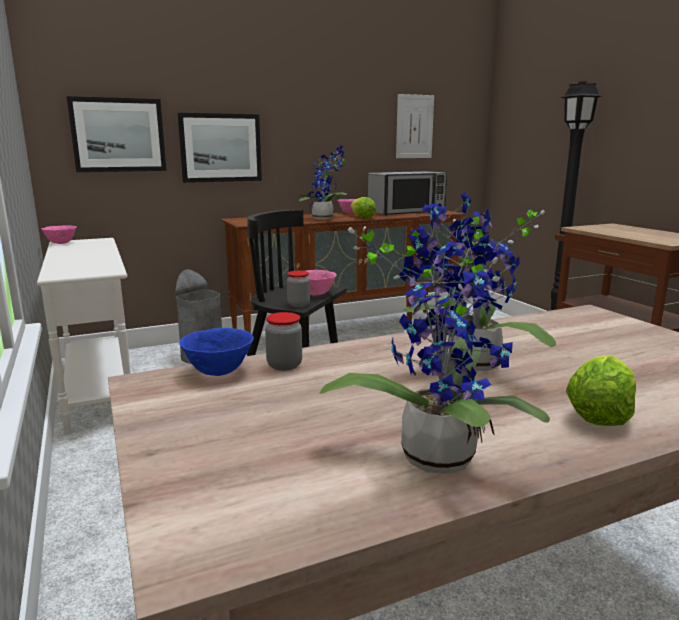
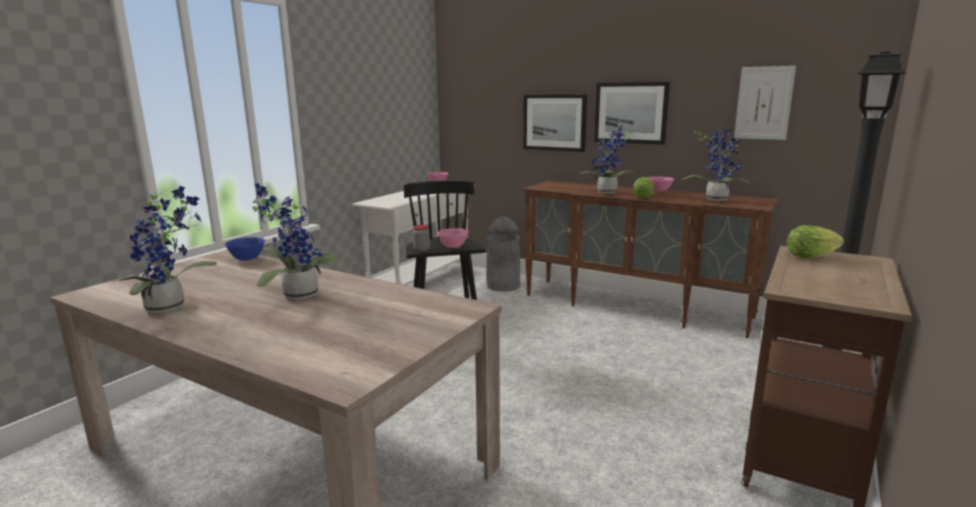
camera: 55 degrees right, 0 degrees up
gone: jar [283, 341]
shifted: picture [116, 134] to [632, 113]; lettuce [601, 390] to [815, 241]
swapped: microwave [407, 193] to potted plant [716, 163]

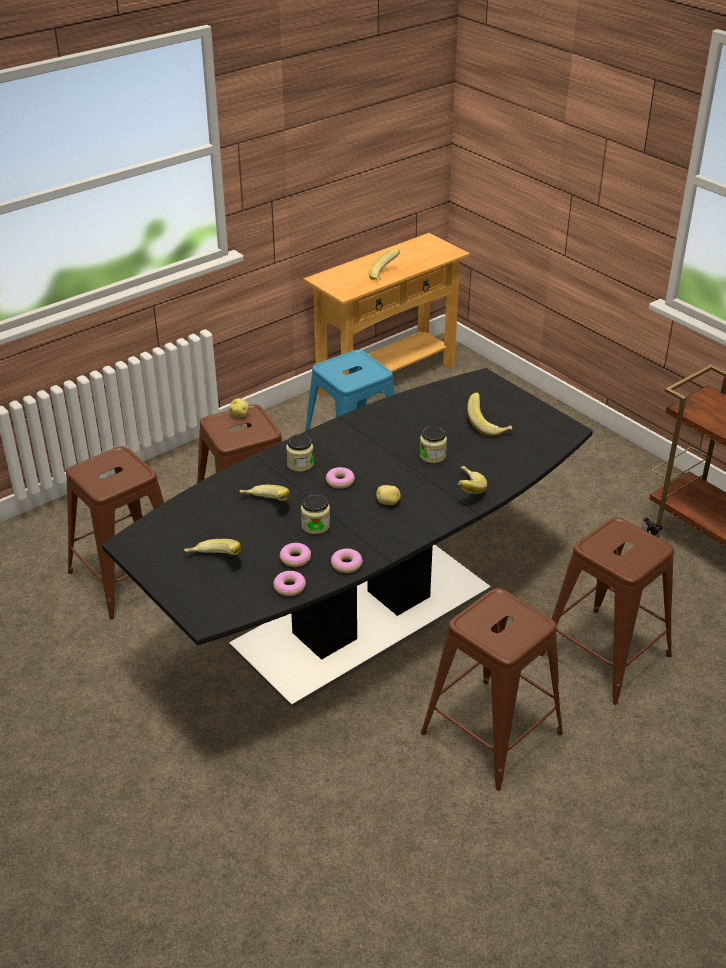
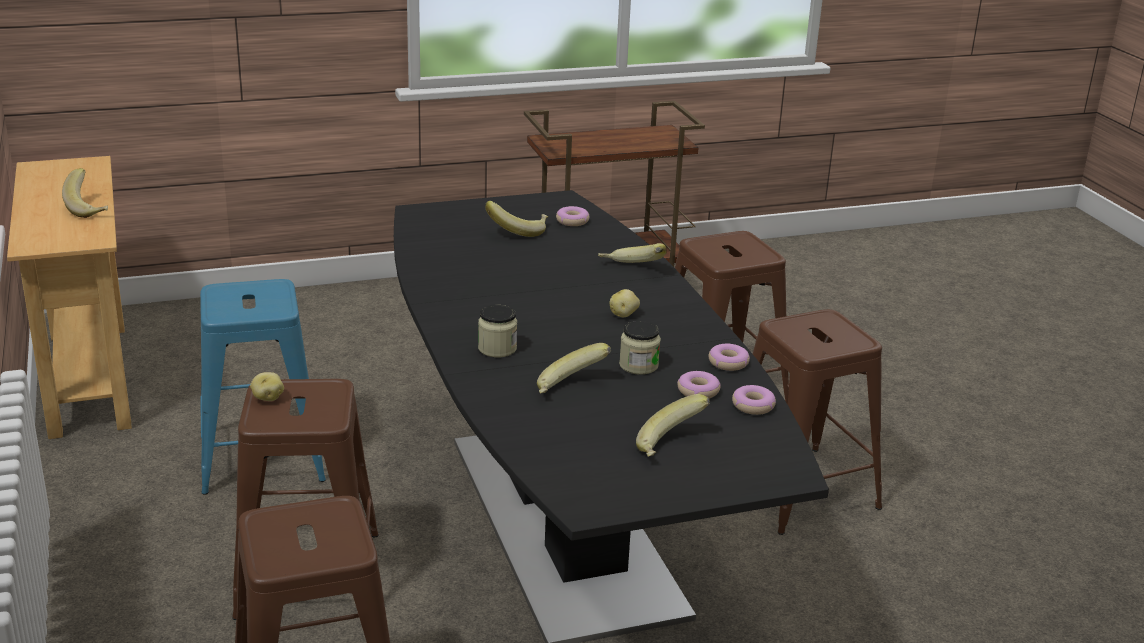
camera: 70 degrees left, 10 degrees down
gone: jar [433, 444]
shifted: donut [340, 478] to [572, 216]

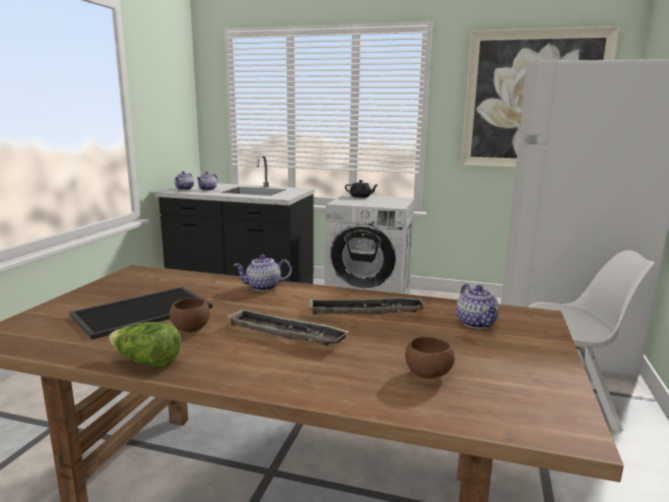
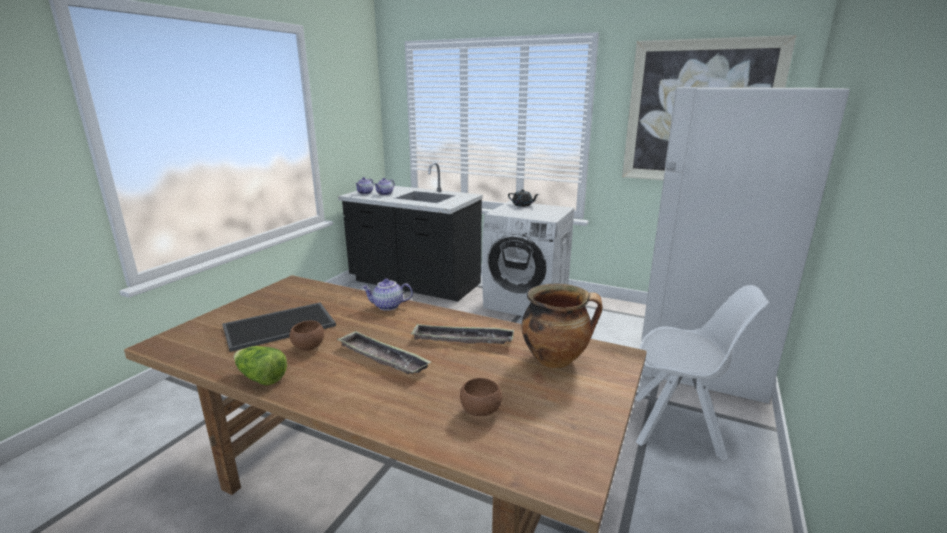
camera: 10 degrees right, 5 degrees up
swapped: teapot [477, 306] to cooking pot [562, 326]

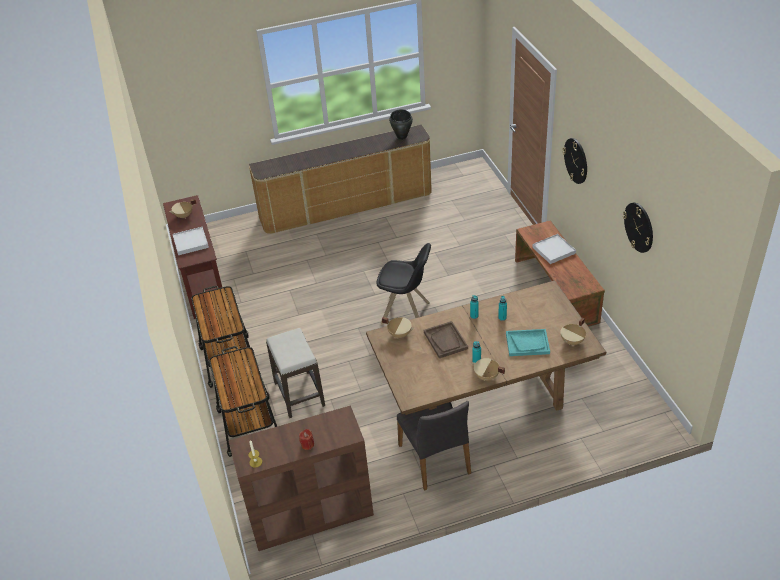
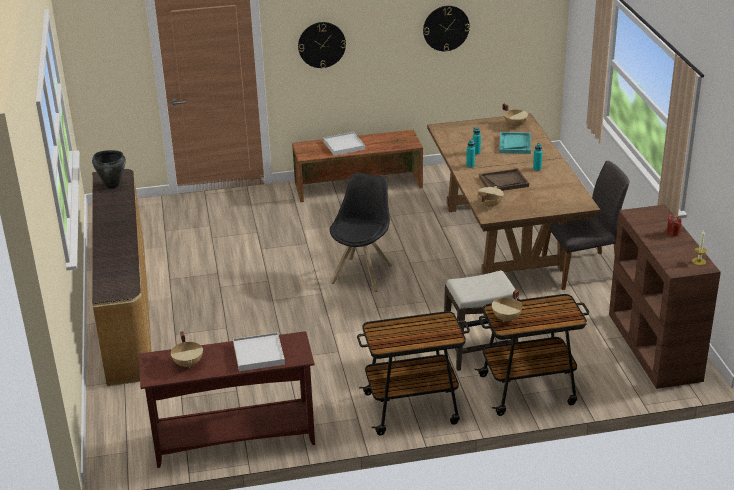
camera: 85 degrees left, 10 degrees down
shifted: cooking pot/beige [488, 369] to [507, 305]

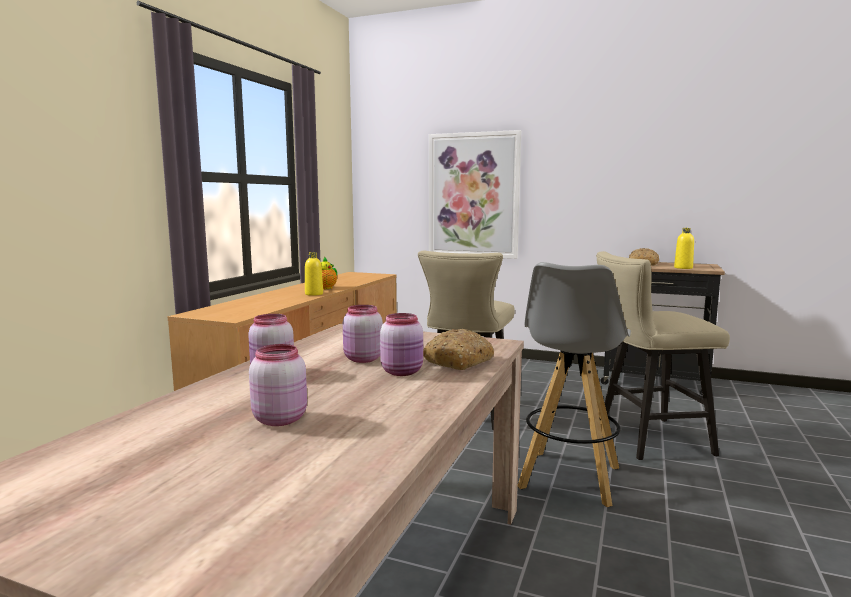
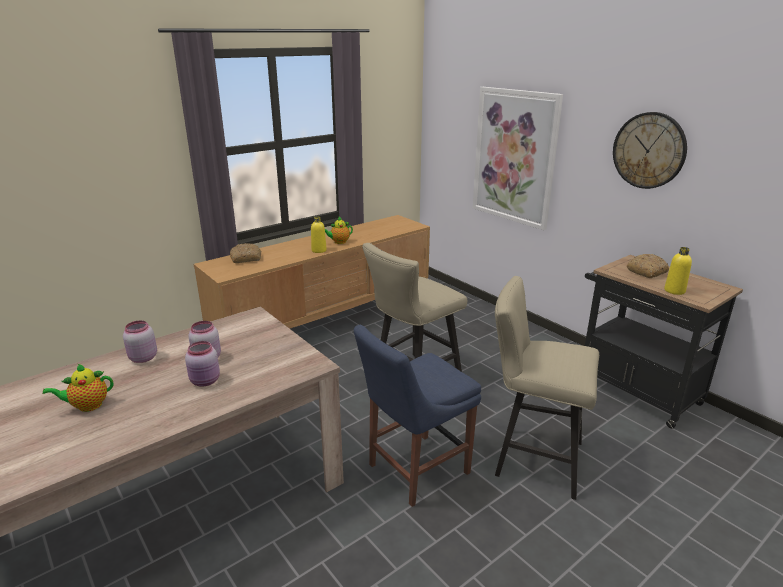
camera: 30 degrees right, 15 degrees up
new: wall clock [650, 150]
shifted: bread [458, 349] to [246, 253]
swapped: jar/pink [278, 385] to teapot [78, 388]; stool/grey [574, 384] to chair/blue [417, 416]

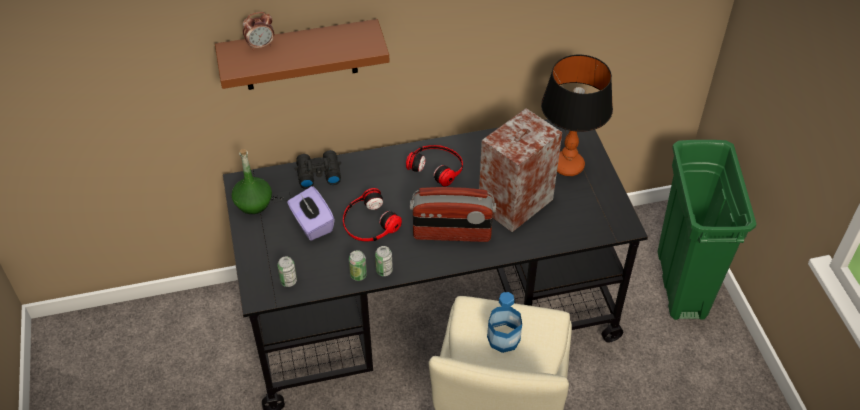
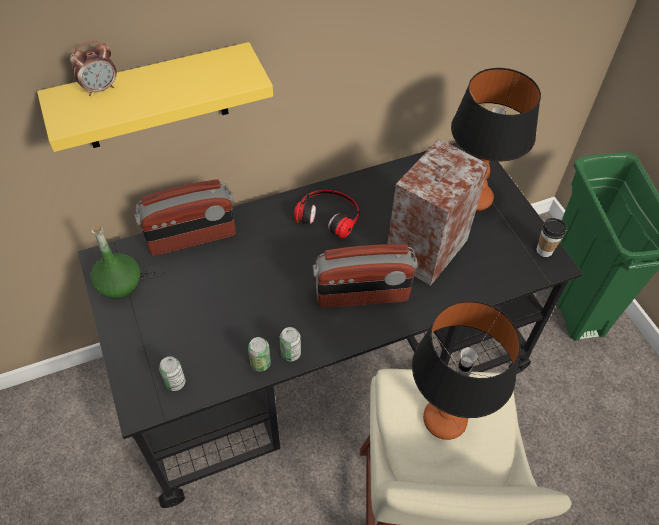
camera: 10 degrees left, 5 degrees up
gone: tissue box/purple [311, 213]; headphones [372, 214]
new: cup [552, 237]
swapped: binoculars/black [317, 169] to radio [185, 217]; bottle [504, 322] to table lamp [466, 370]
repainted: shelf/brown [302, 54] to shelf/yellow [155, 97]

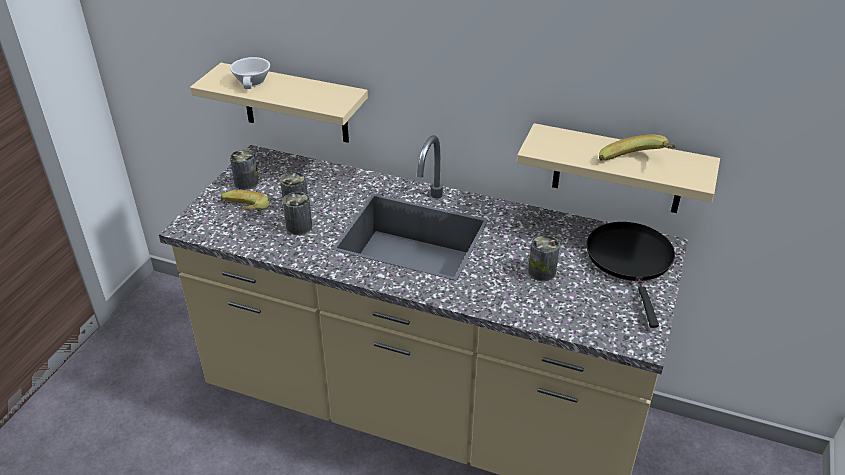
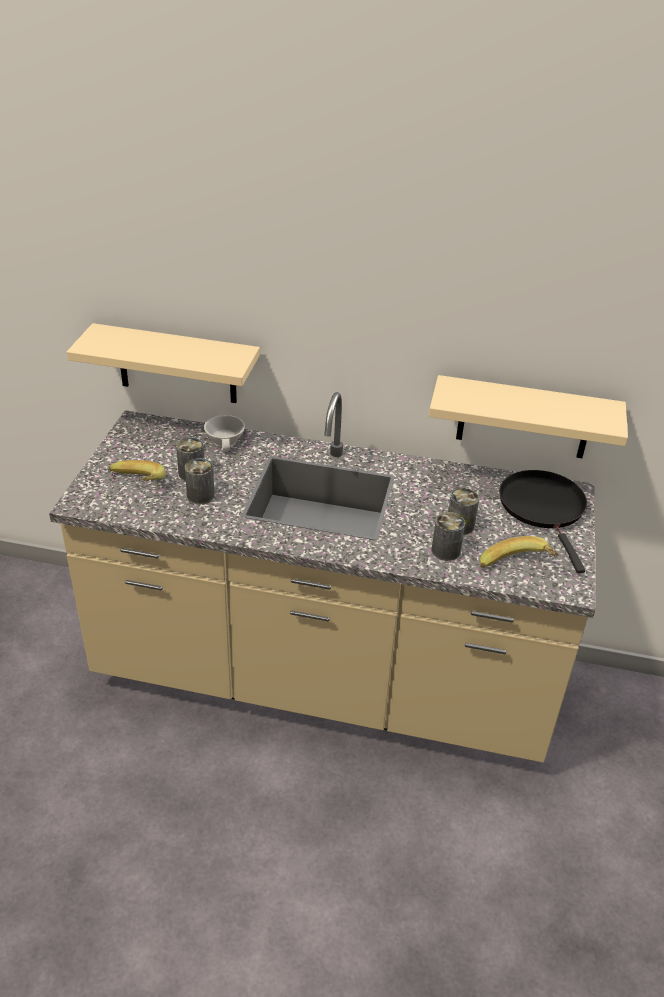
camera: 10 degrees left, 0 degrees up
shifted: cup/white [250, 73] to [224, 433]; can [244, 169] to [448, 536]; banana [637, 148] to [519, 552]

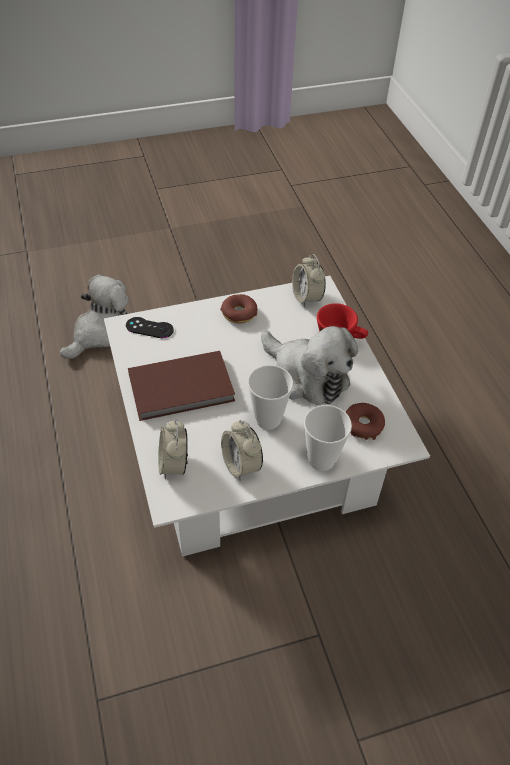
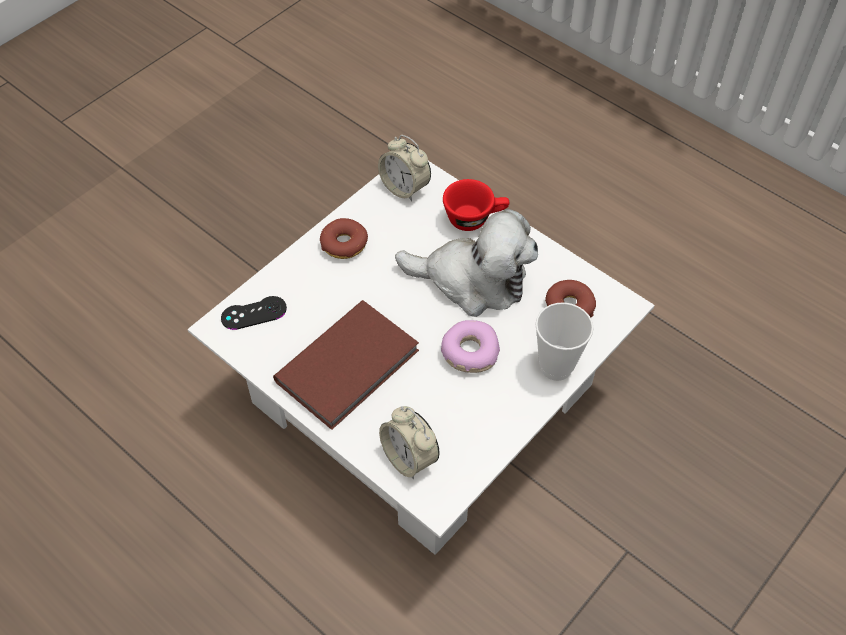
camera: 30 degrees left, 5 degrees up
gone: plush toy [94, 317]; alarm clock [242, 450]
swapped: cup [270, 397] to donut [470, 346]

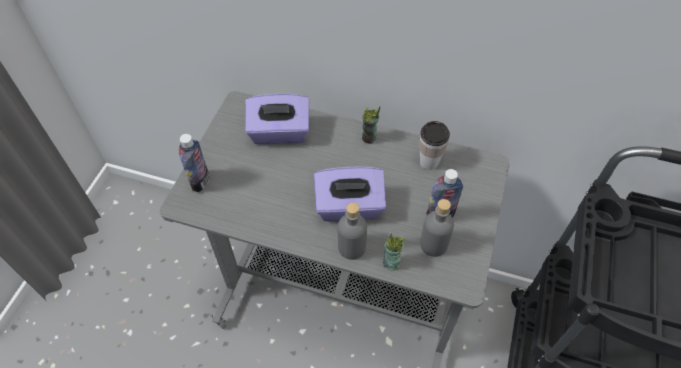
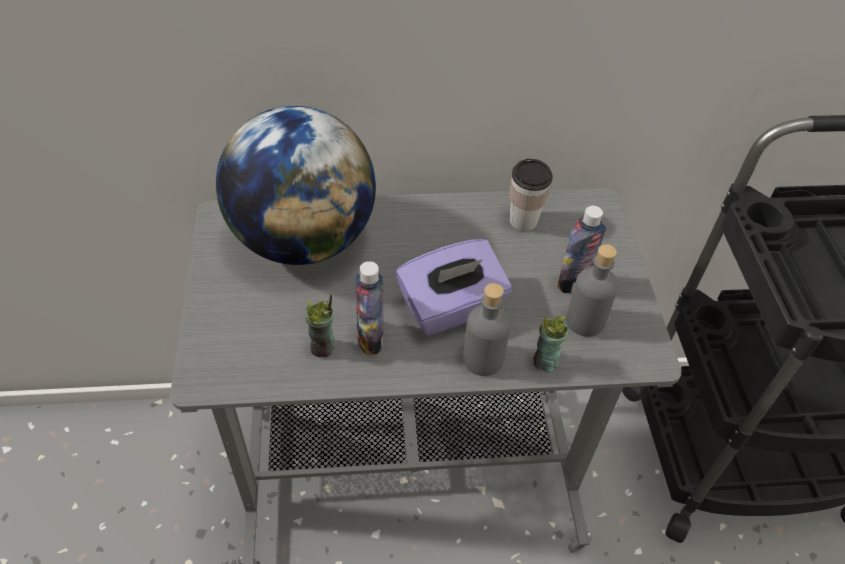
camera: 25 degrees left, 5 degrees down
shifted: bottle [194, 163] to [369, 308]; cup [371, 125] to [320, 326]
swapped: tissue box/purple [277, 119] to globe [296, 185]

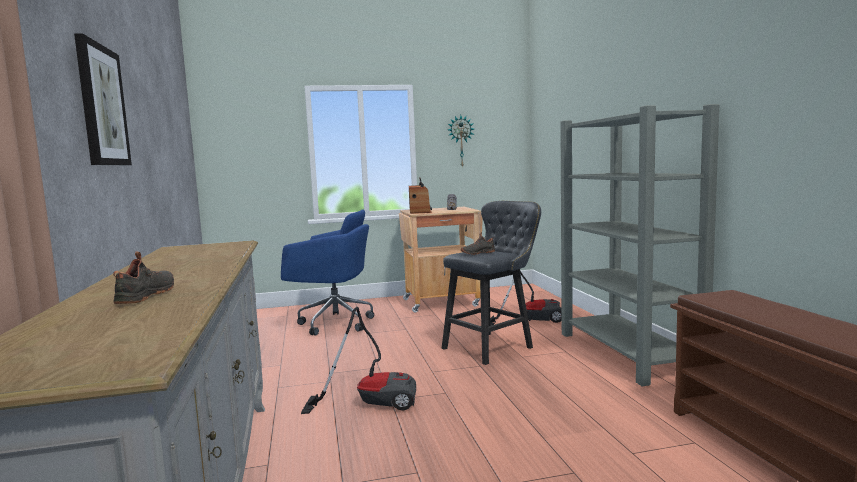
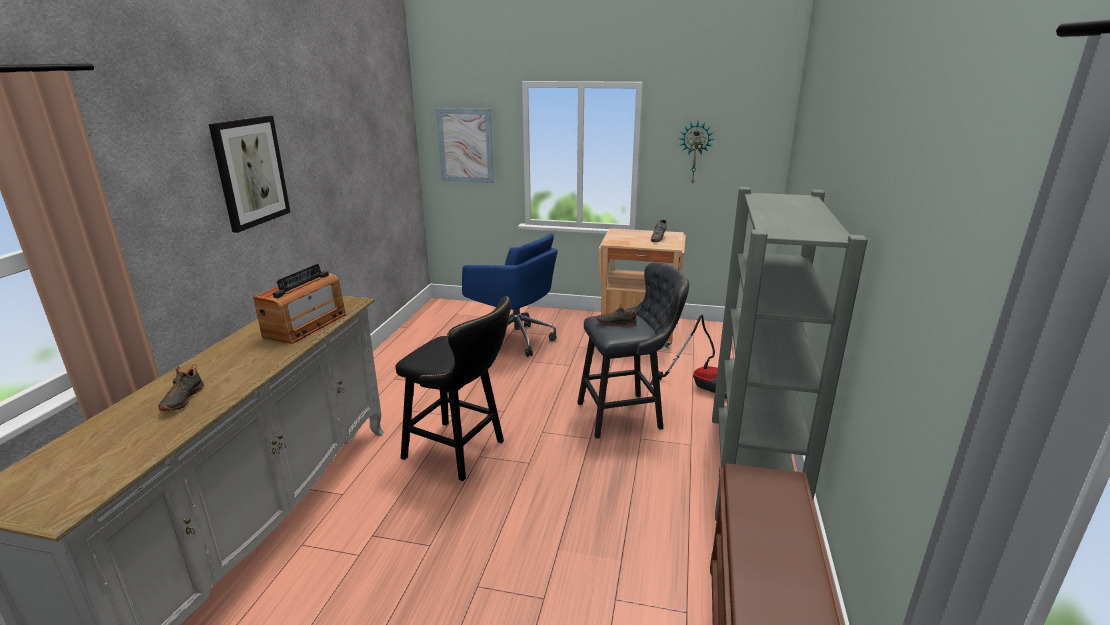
camera: 25 degrees right, 15 degrees up
new: picture [465, 145]
shifted: radio [420, 195] to [299, 304]
swapped: vacuum cleaner [358, 360] to stool/black [453, 388]
rotated: shoe/black [143, 278] = [181, 387] 150 degrees clockwise

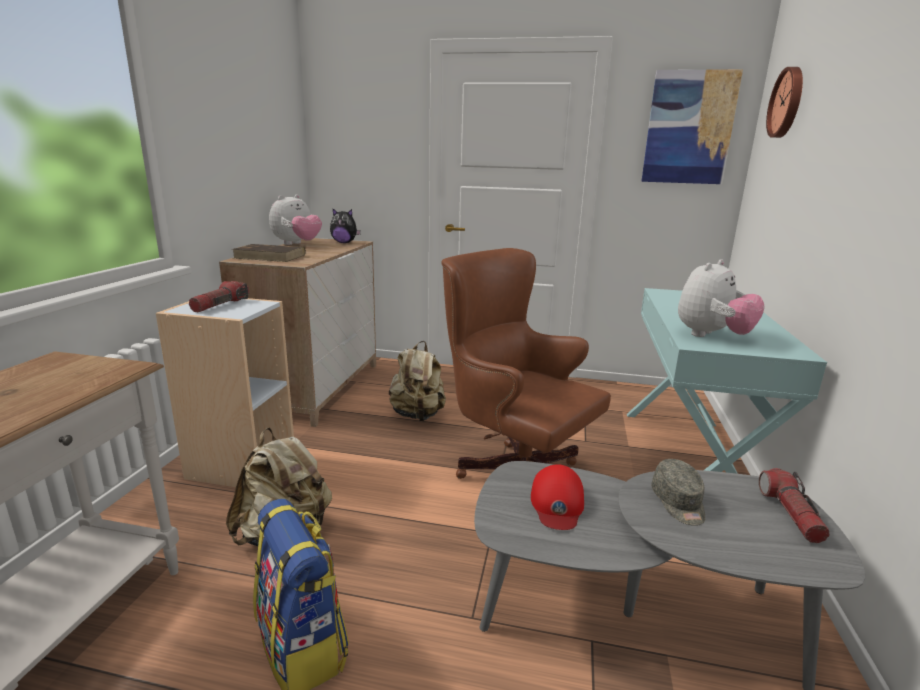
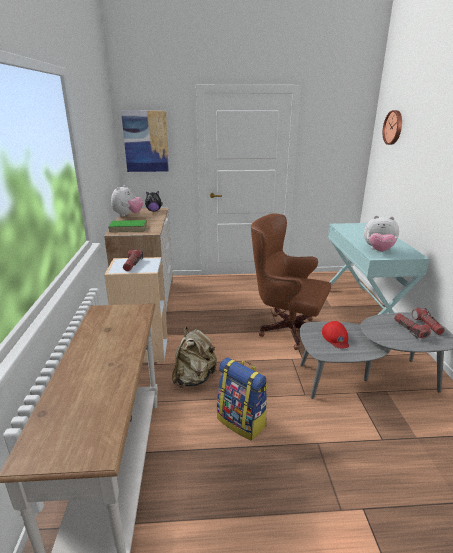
camera: 15 degrees left, 5 degrees up
gone: backpack/beige [417, 381]; cap/grey [678, 492]
new: flashlight [412, 326]
shifted: picture [692, 126] to [145, 141]
repainted: book/brown [269, 253] to book/green [127, 226]
rotated: plush toy [721, 298] = [381, 233] 75 degrees clockwise

